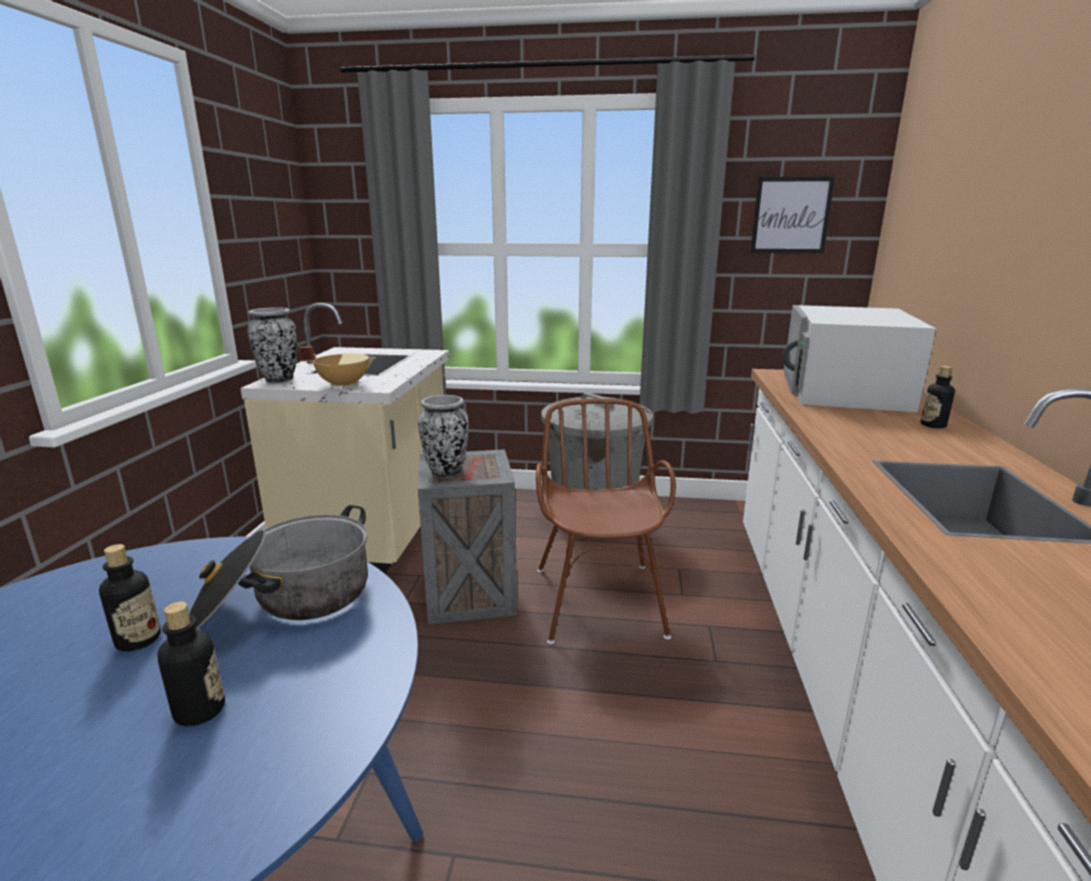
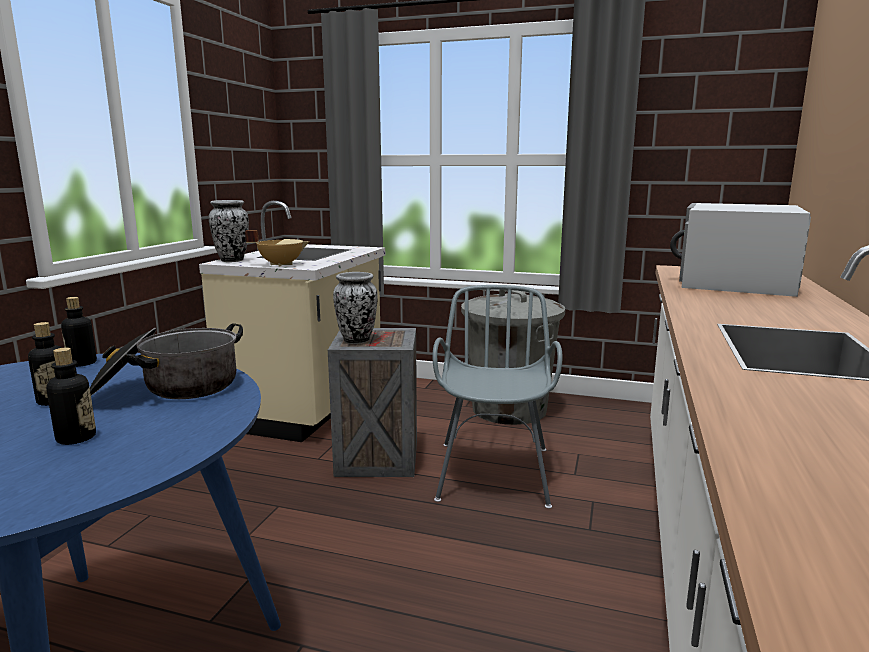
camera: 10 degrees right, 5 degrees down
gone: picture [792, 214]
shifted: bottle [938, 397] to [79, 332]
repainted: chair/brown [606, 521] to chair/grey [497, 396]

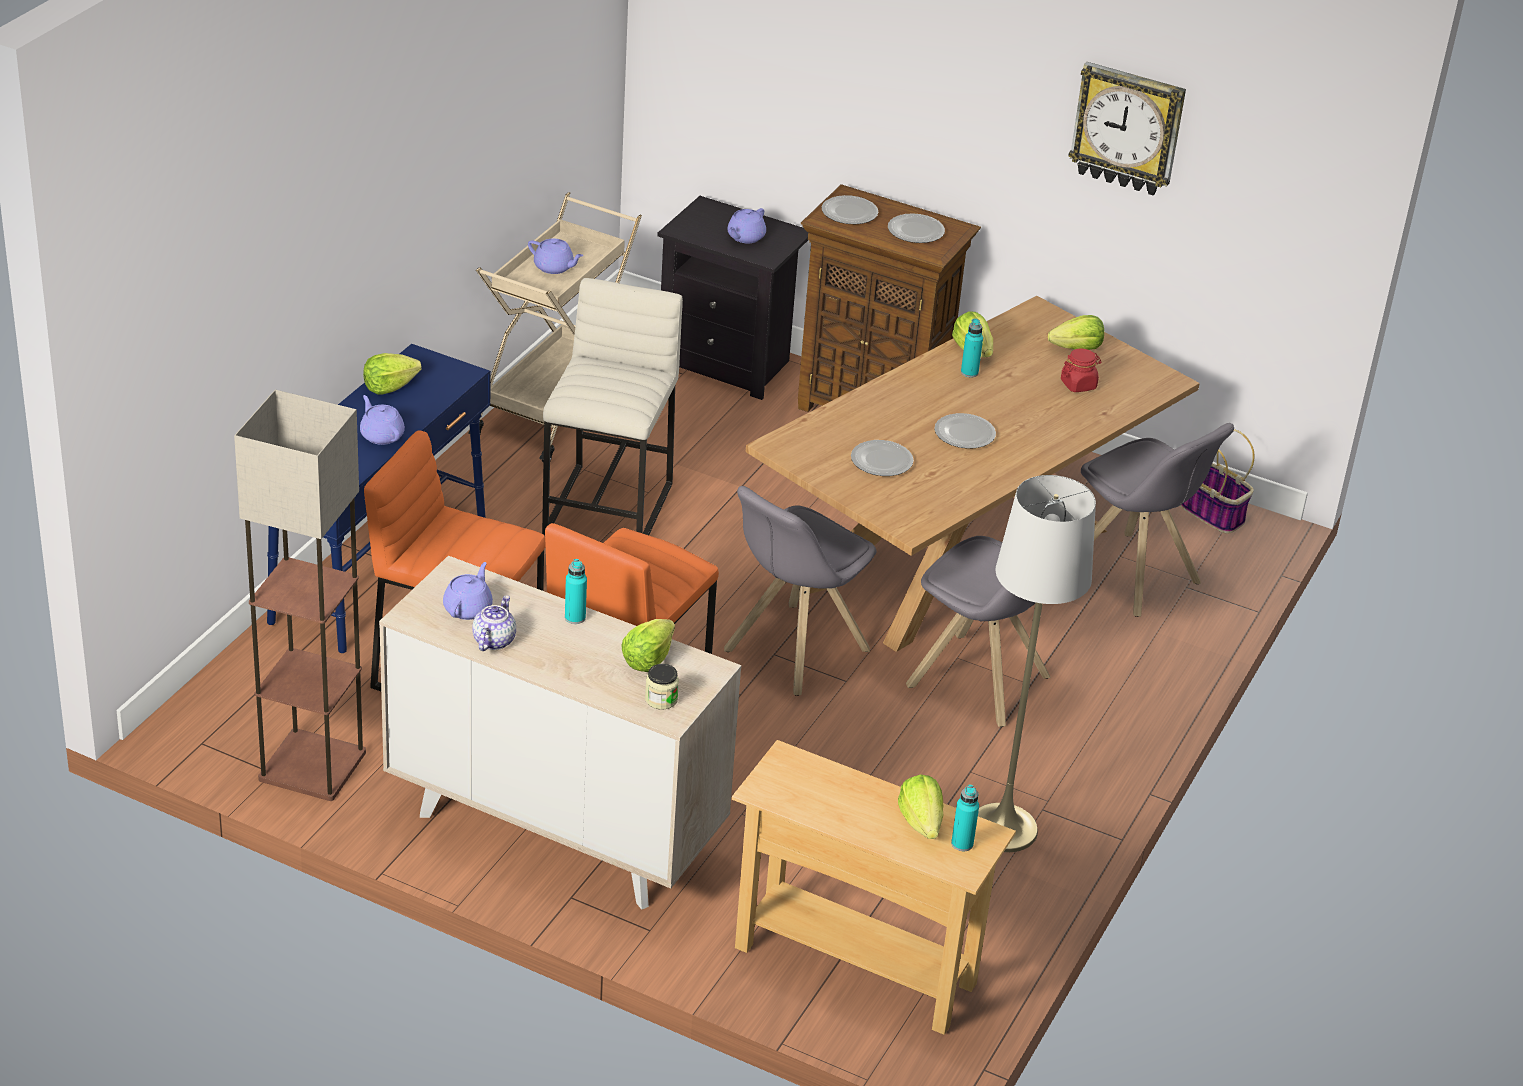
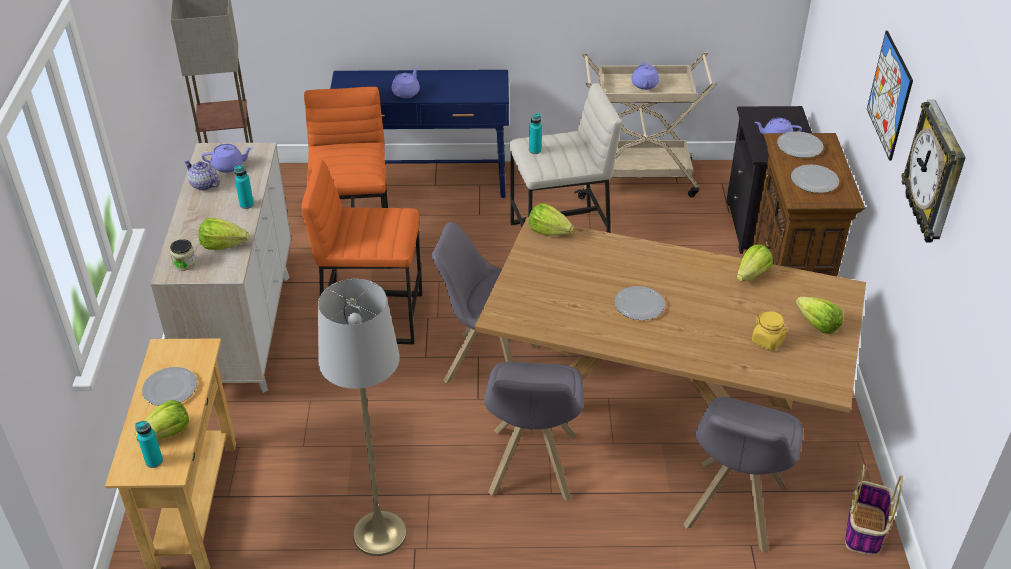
camera: 65 degrees right, 5 degrees up
new: picture [890, 96]
shifted: lettuce [392, 374] to [551, 219]; plate [882, 458] to [169, 386]; bottle/turquoise [972, 348] to [535, 133]
repainted: jar/red [1081, 370] to jar/yellow [770, 331]
rotated: teapot [494, 623] = [202, 175] 135 degrees counterclockwise

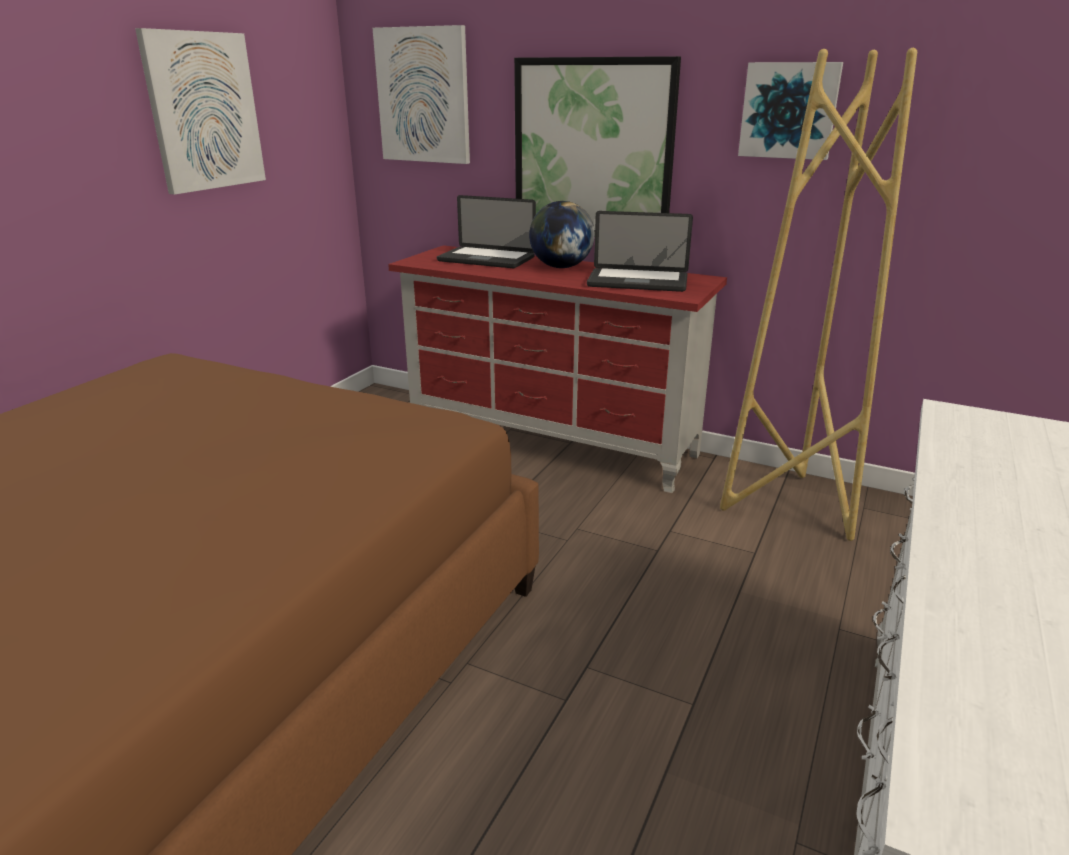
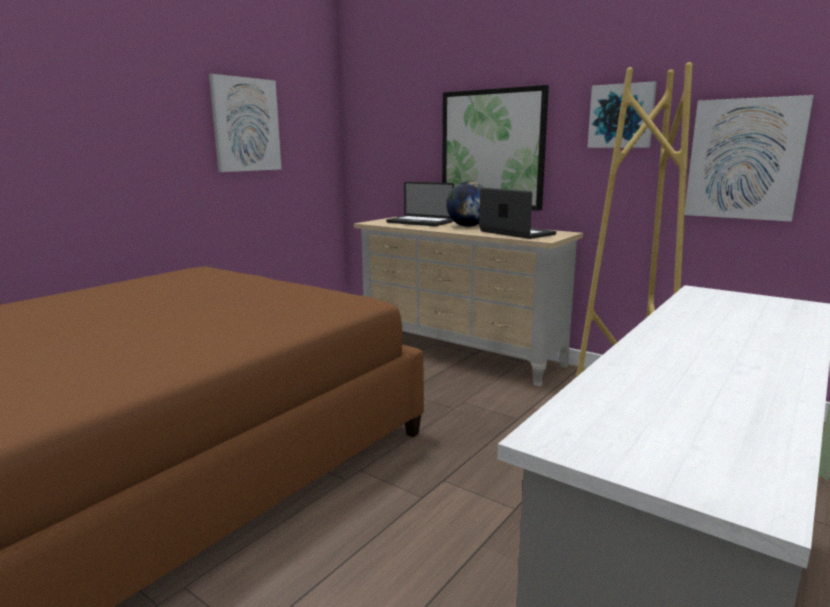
camera: 10 degrees right, 10 degrees down
shifted: picture [421, 94] to [749, 158]
repainted: dresser/red [557, 369] to dresser/beige [468, 302]
rotated: laptop [640, 251] = [517, 213] 150 degrees counterclockwise

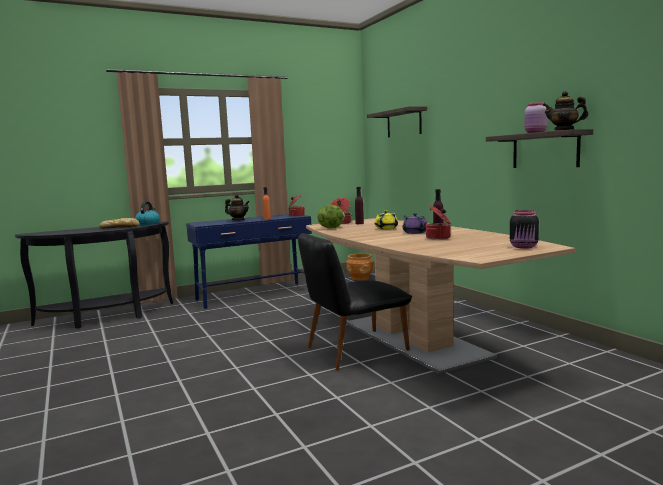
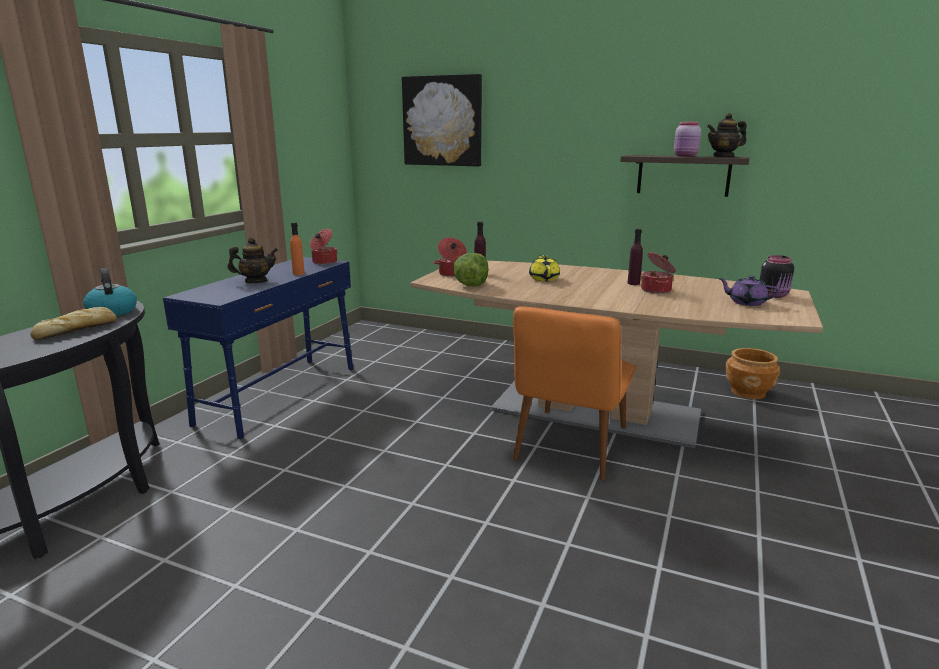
camera: 40 degrees left, 10 degrees up
shifted: planter/brown [360, 266] to [753, 373]; teapot/purple [414, 223] to [749, 291]
swapped: shelf [397, 121] to picture [442, 120]
repainted: chair/black [355, 302] to chair/orange [574, 393]

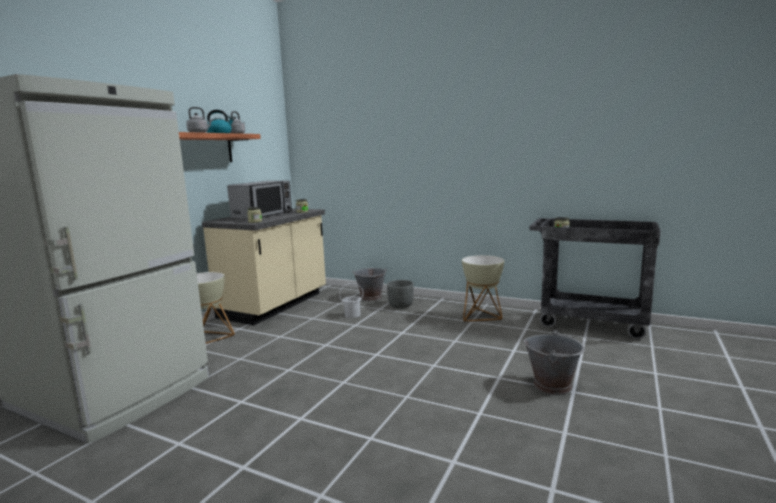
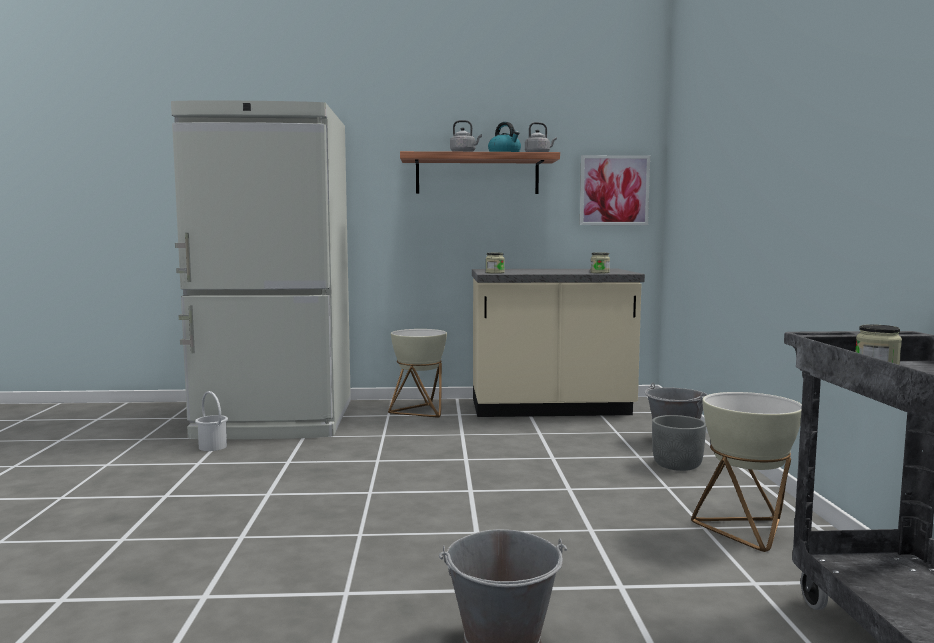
camera: 60 degrees right, 5 degrees down
gone: microwave [259, 200]
new: picture [615, 190]
shifted: bucket/white [351, 300] to [211, 421]

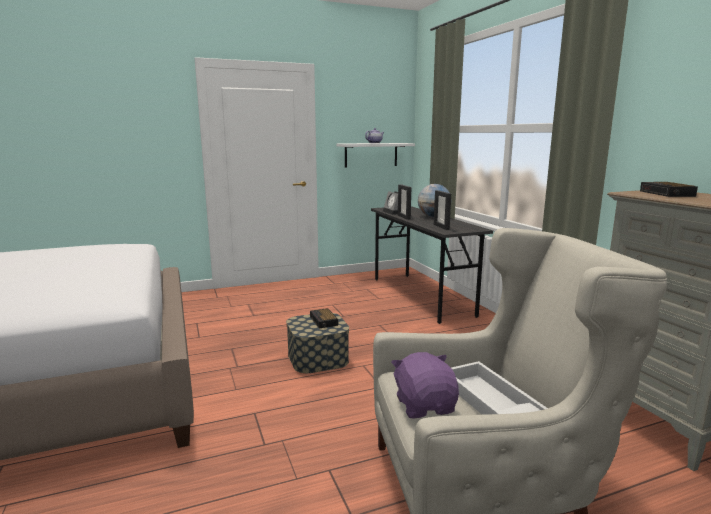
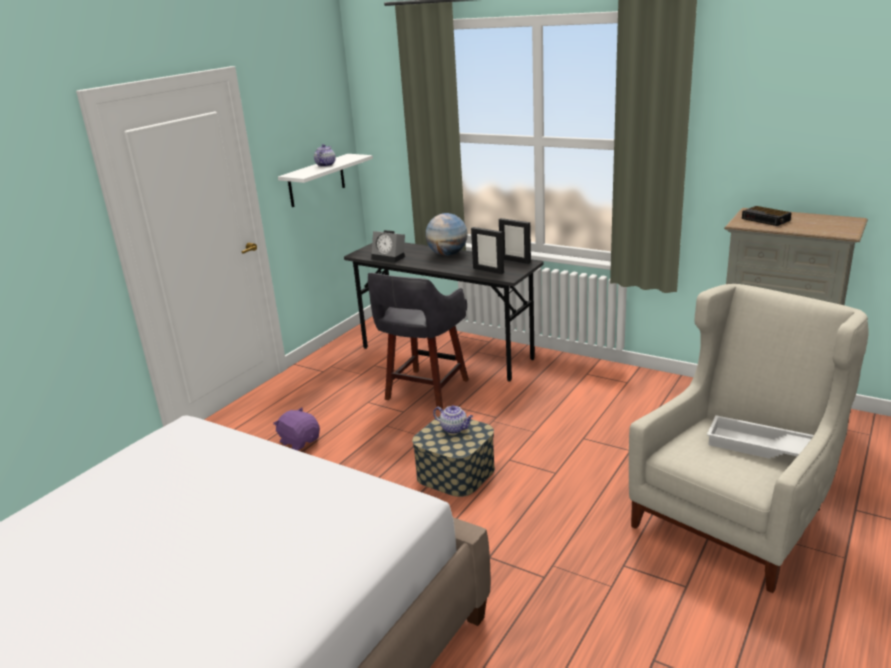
camera: 35 degrees left, 10 degrees up
new: stool/grey [418, 341]
shifted: plush toy/purple [425, 385] to [296, 429]; picture frame [404, 202] to [515, 241]
swapped: alarm clock [324, 318] to teapot [453, 420]

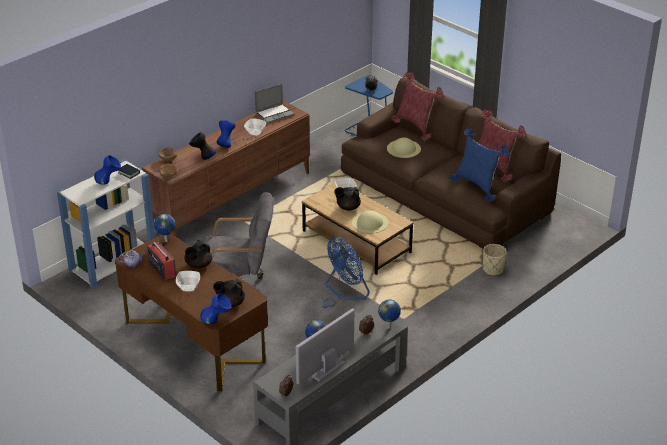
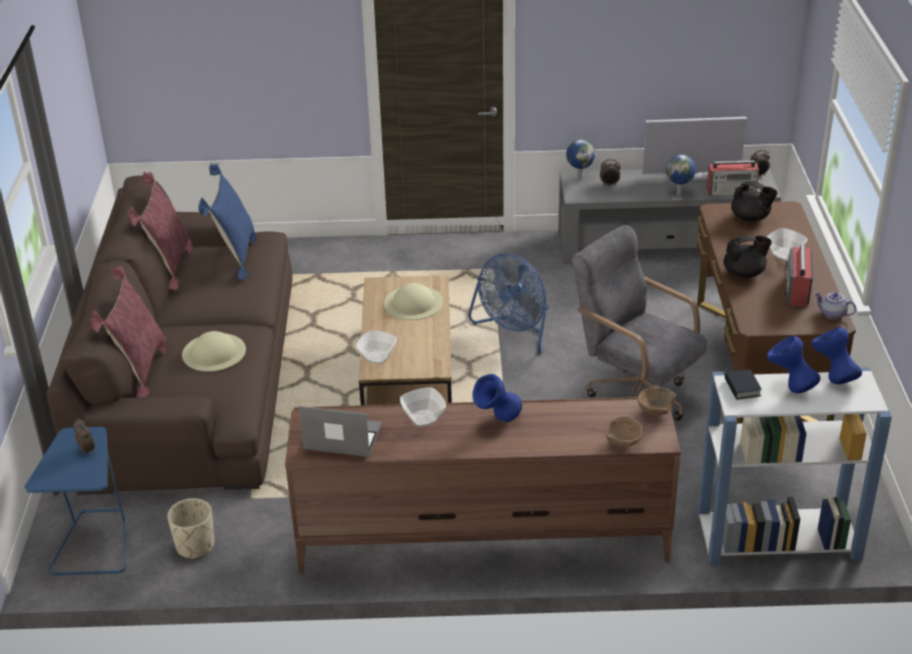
camera: 135 degrees left, 0 degrees up
gone: globe [164, 228]; vase/black [202, 146]; teapot/black [347, 199]
new: radio [733, 178]
shifted: vase/blue [215, 309] to [836, 355]; planter/beige [495, 259] to [190, 528]
rotated: fan/blue [346, 272] = [508, 304] 60 degrees counterclockwise

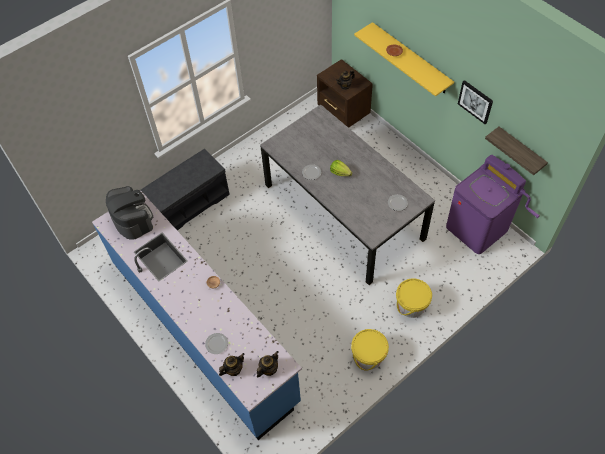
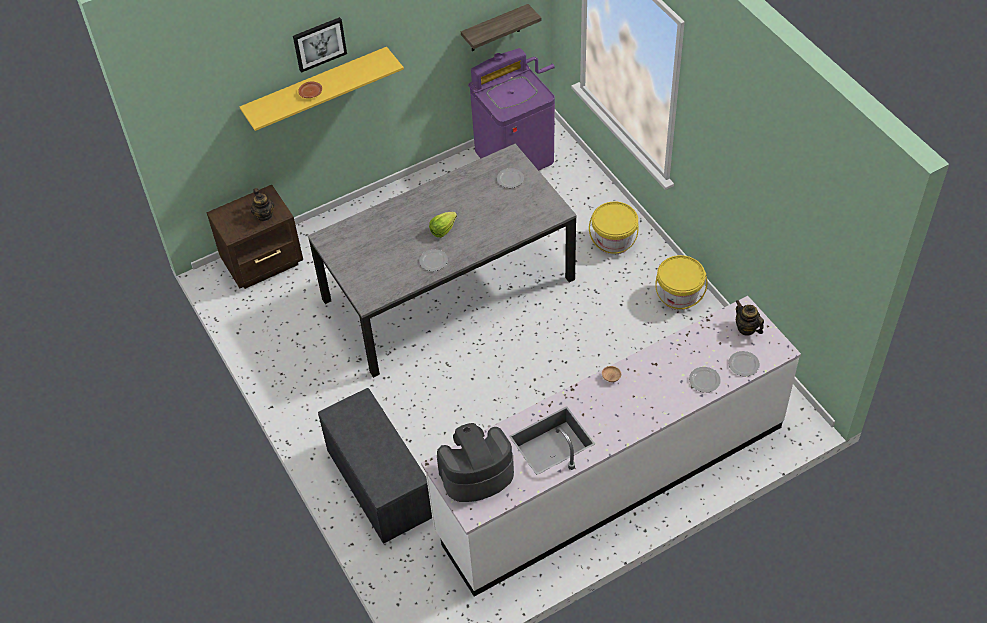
camera: 80 degrees left, 5 degrees down
shifted: picture [475, 102] to [320, 45]
swapped: teapot [232, 364] to plate [744, 363]
repainted: counter/blue [197, 315] to counter/white [611, 446]

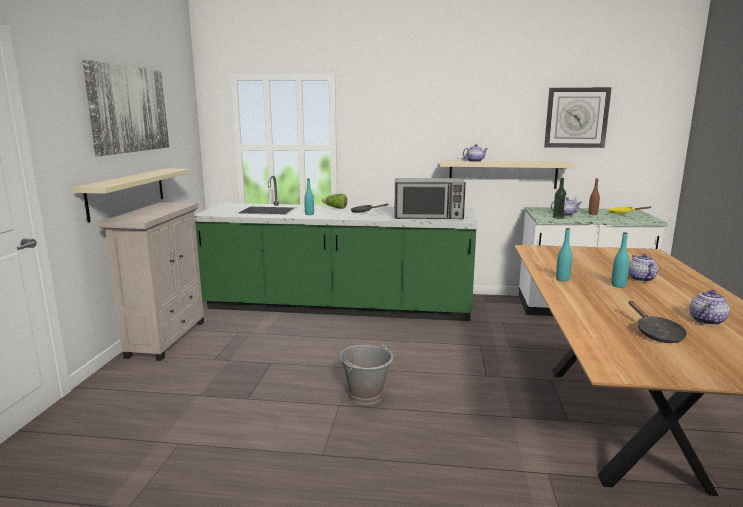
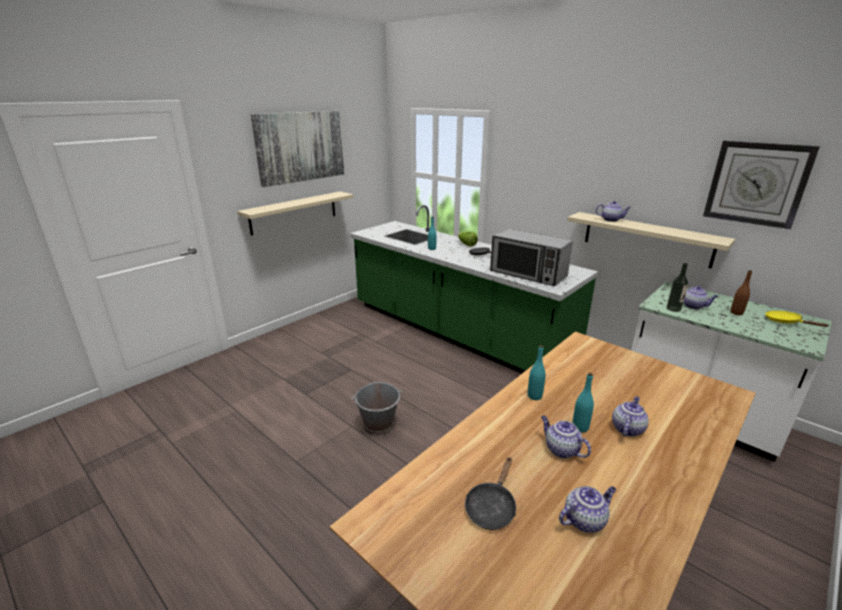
camera: 35 degrees right, 10 degrees up
gone: cabinet/beige [151, 281]
new: teapot [566, 437]

